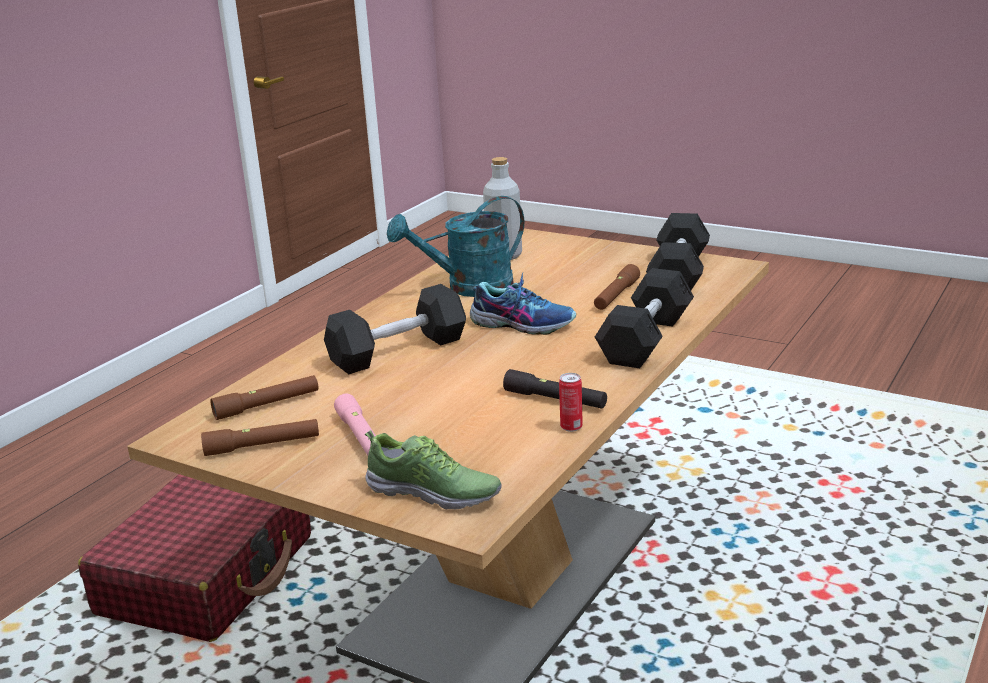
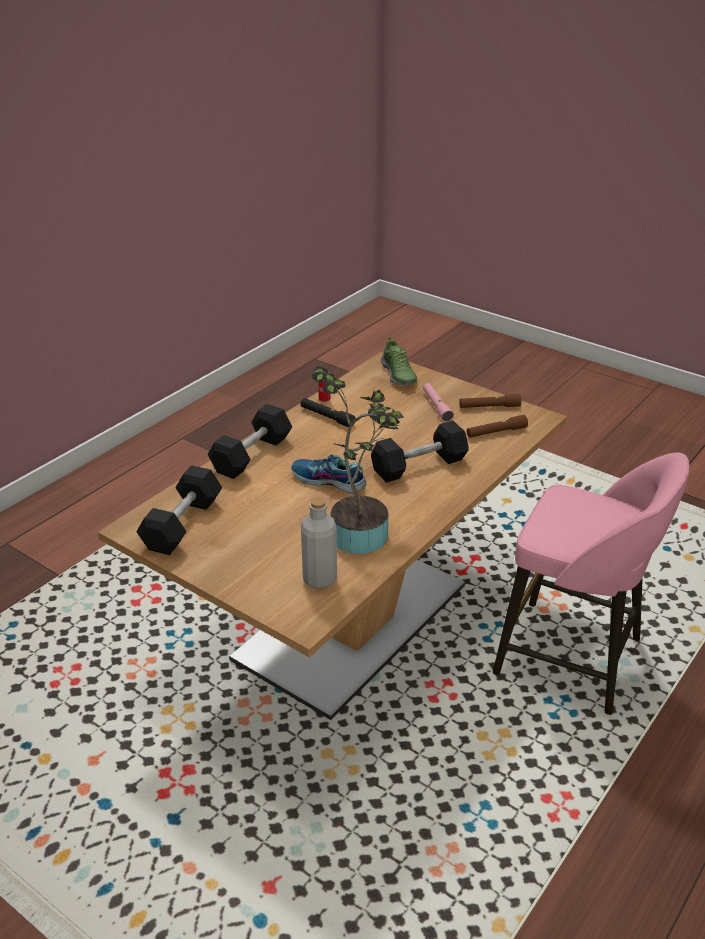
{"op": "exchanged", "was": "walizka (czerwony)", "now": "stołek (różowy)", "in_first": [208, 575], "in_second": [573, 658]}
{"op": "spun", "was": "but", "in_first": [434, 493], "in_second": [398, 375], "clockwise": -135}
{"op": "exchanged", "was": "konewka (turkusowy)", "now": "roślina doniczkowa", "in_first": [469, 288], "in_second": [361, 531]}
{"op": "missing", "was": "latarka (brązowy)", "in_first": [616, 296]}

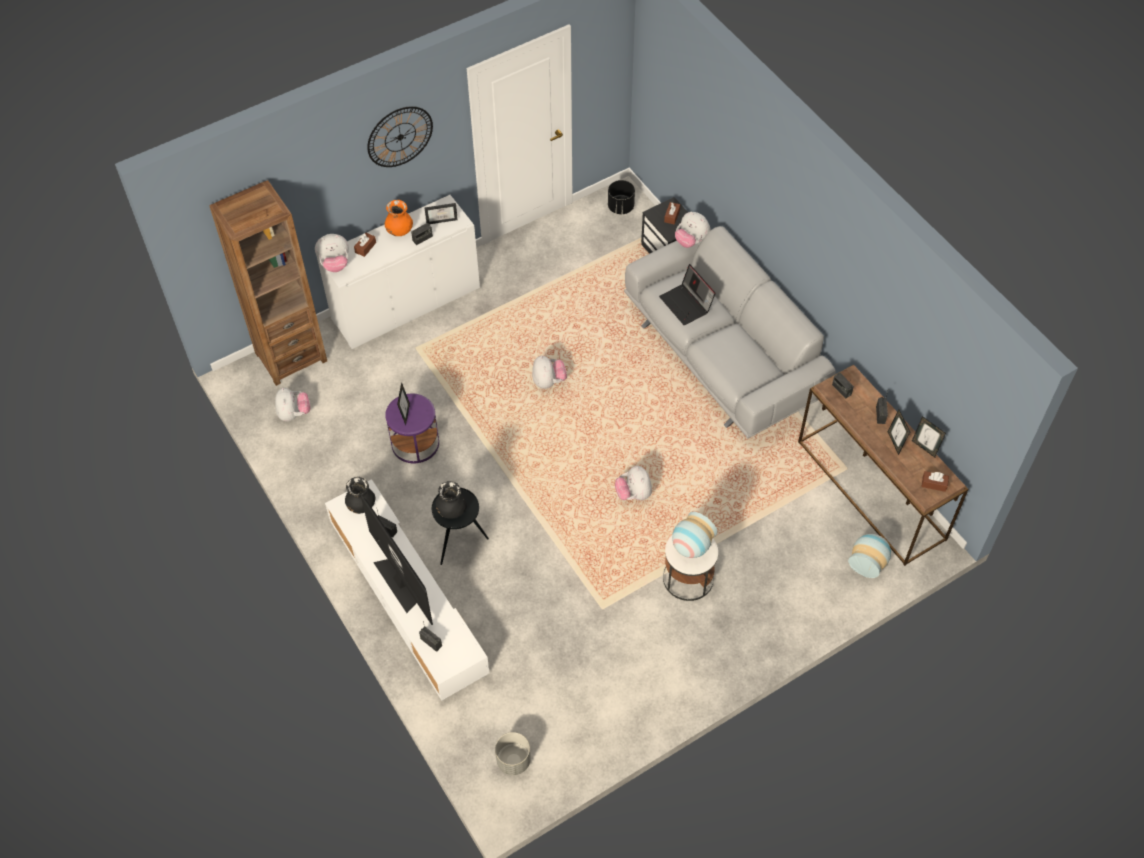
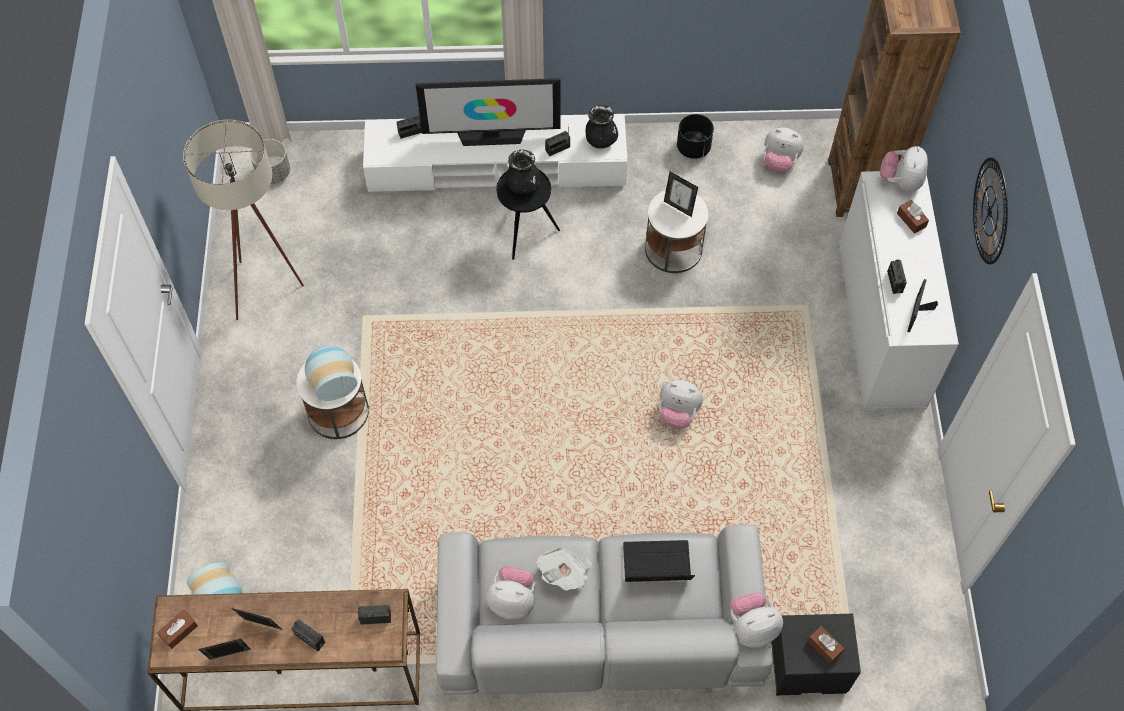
{"op": "missing", "was": "wazon (pomarańczowy)", "in_first": [399, 230]}
{"op": "colour", "was": "stolik (fioletowy)", "now": "stolik (biały)", "in_first": [415, 443], "in_second": [674, 248]}
{"op": "relocated", "was": "donica (czarny)", "in_first": [620, 207], "in_second": [693, 148]}
{"op": "relocated", "was": "pluszak", "in_first": [633, 494], "in_second": [512, 600]}
{"op": "appeared", "now": "lampa stojąca (beżowy)", "in_second": [269, 289]}
{"op": "appeared", "now": "gazeta", "in_second": [565, 573]}

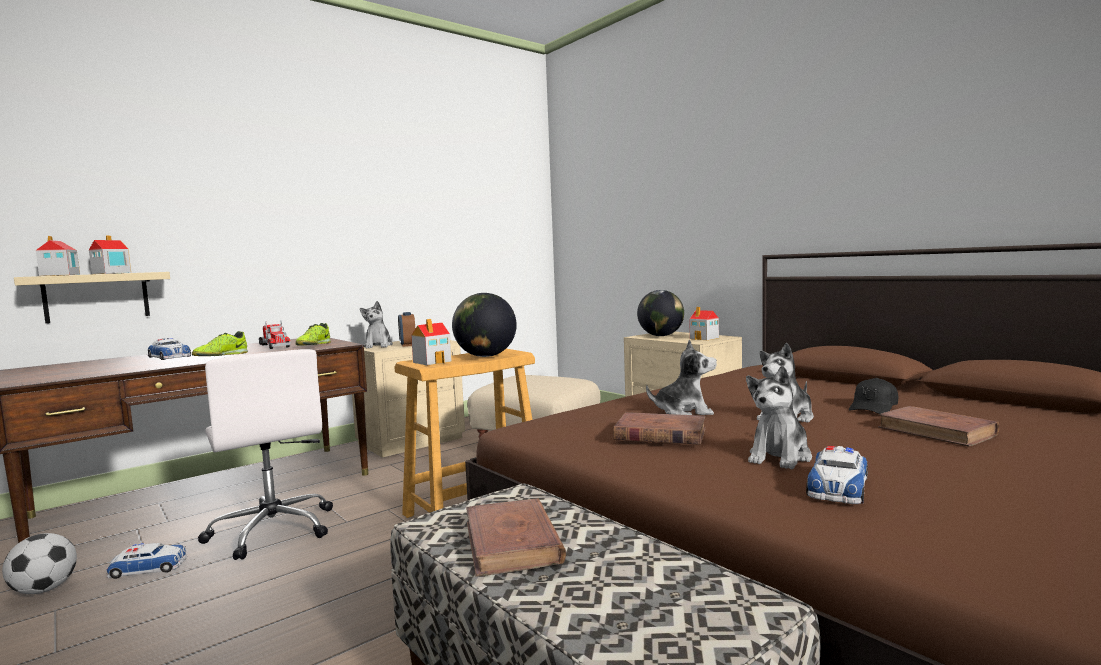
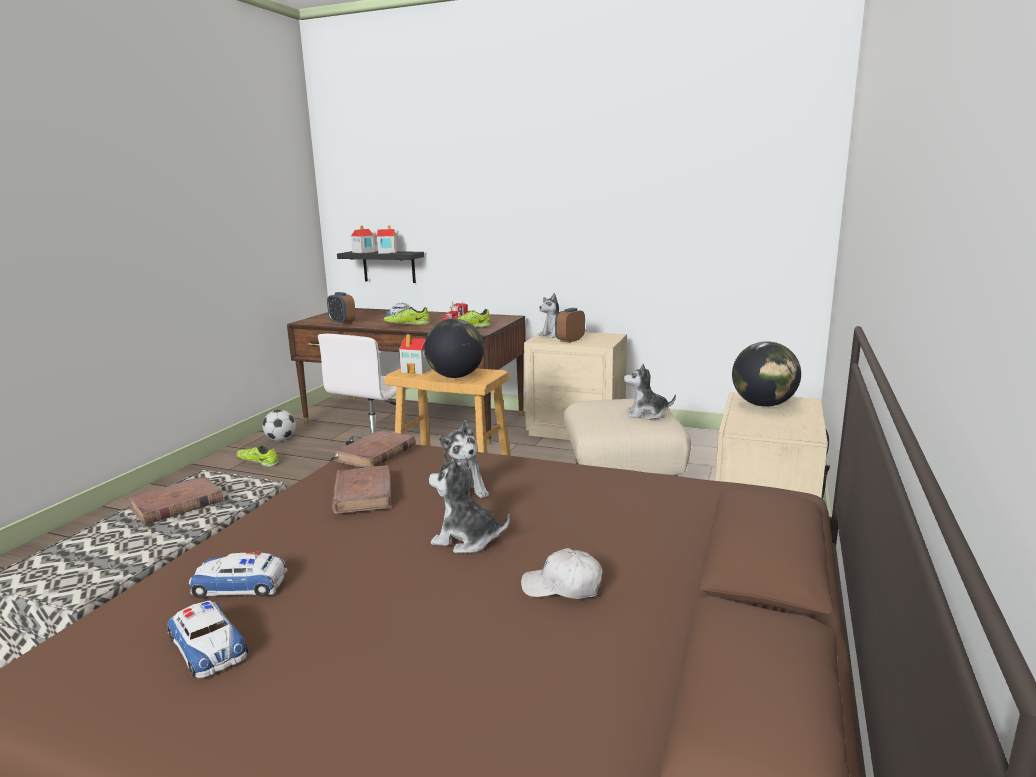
{"op": "colour", "was": "półka (beżowy)", "now": "półka (czarny)", "in_first": [97, 297], "in_second": [389, 266]}
{"op": "relocated", "was": "samochodzik", "in_first": [148, 567], "in_second": [208, 647]}
{"op": "missing", "was": "domek", "in_first": [704, 338]}
{"op": "relocated", "was": "pluszak", "in_first": [780, 457], "in_second": [646, 414]}
{"op": "colour", "was": "czapka z daszkiem (czarny)", "now": "czapka z daszkiem (biały)", "in_first": [873, 407], "in_second": [563, 587]}
{"op": "relocated", "was": "książka (brązowy)", "in_first": [937, 431], "in_second": [376, 453]}
{"op": "appeared", "now": "but", "in_second": [258, 462]}
{"op": "appeared", "now": "budzik", "in_second": [342, 322]}

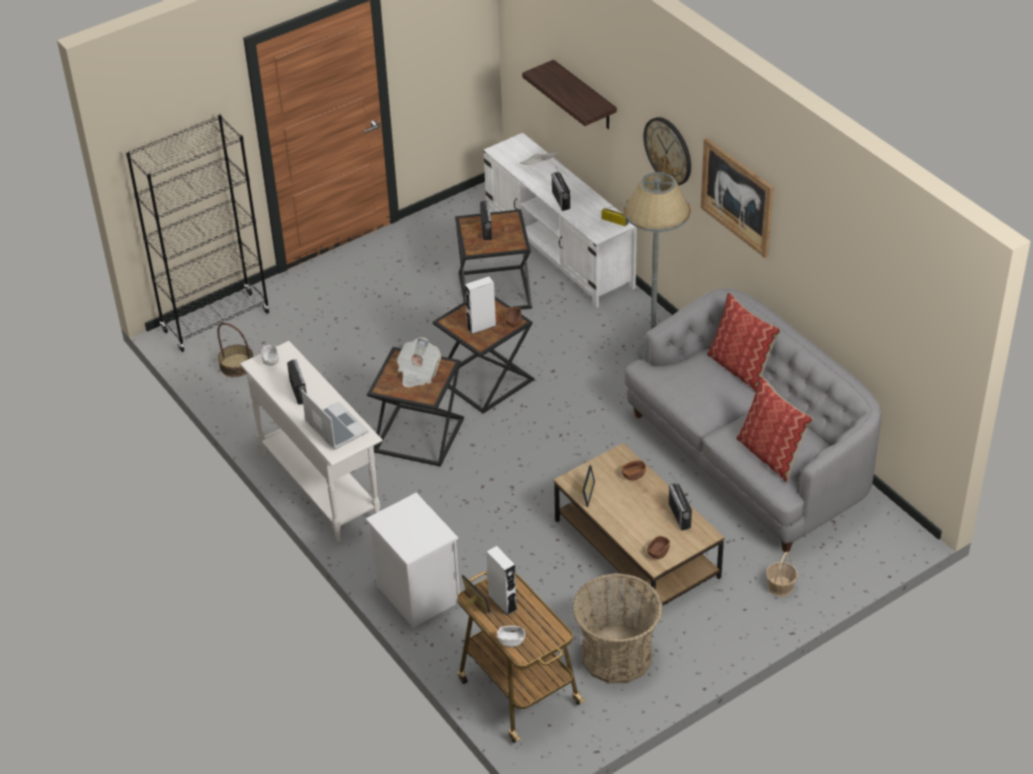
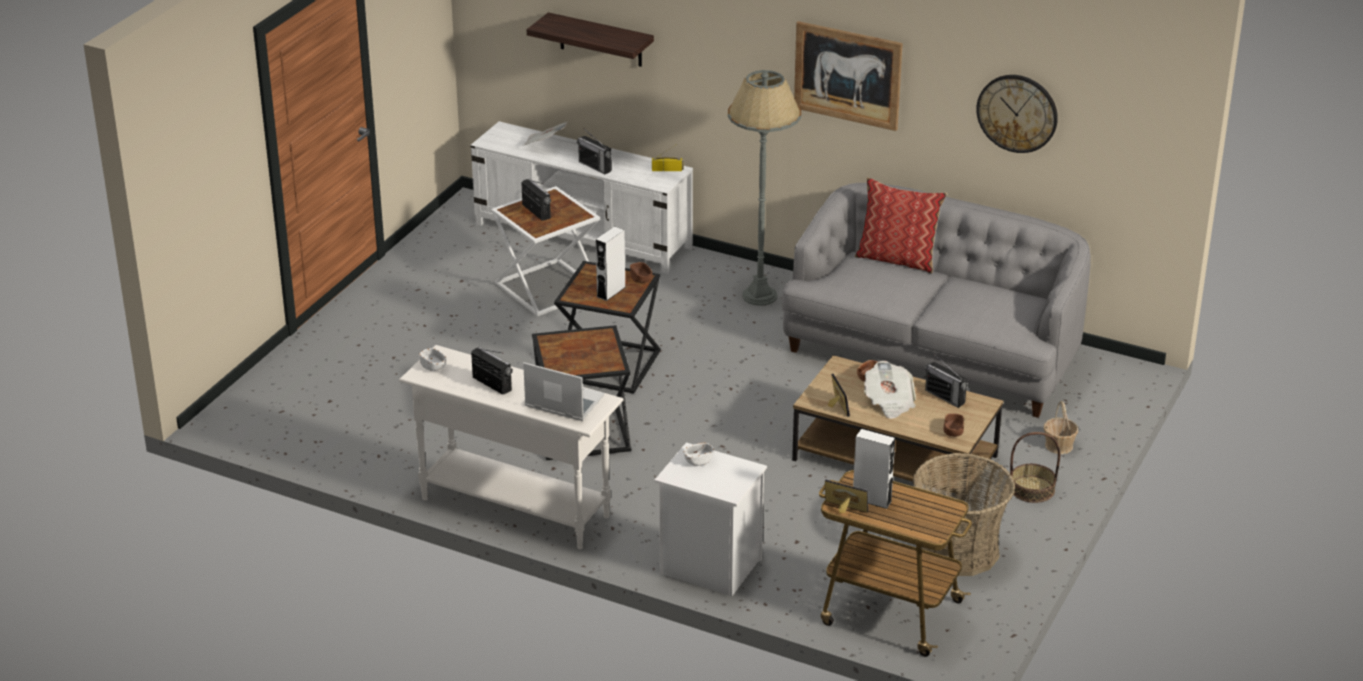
{"op": "missing", "was": "regał (czarny)", "in_first": [216, 322]}
{"op": "relocated", "was": "koszyk", "in_first": [237, 365], "in_second": [1032, 489]}
{"op": "relocated", "was": "gazeta", "in_first": [418, 373], "in_second": [889, 402]}
{"op": "colour", "was": "stolik (czarny)", "now": "stolik (biały)", "in_first": [496, 290], "in_second": [548, 287]}
{"op": "relocated", "was": "miska (biały)", "in_first": [511, 641], "in_second": [698, 461]}
{"op": "relocated", "was": "zegar ścienny", "in_first": [668, 150], "in_second": [1017, 113]}
{"op": "missing", "was": "poduszka", "in_first": [771, 455]}

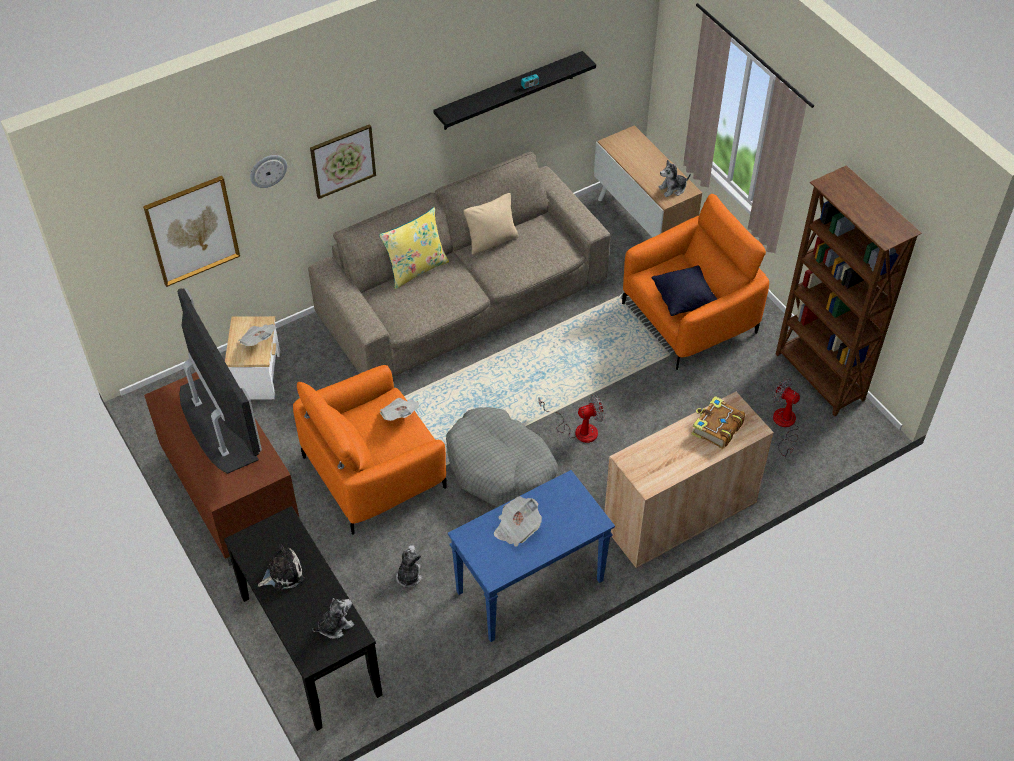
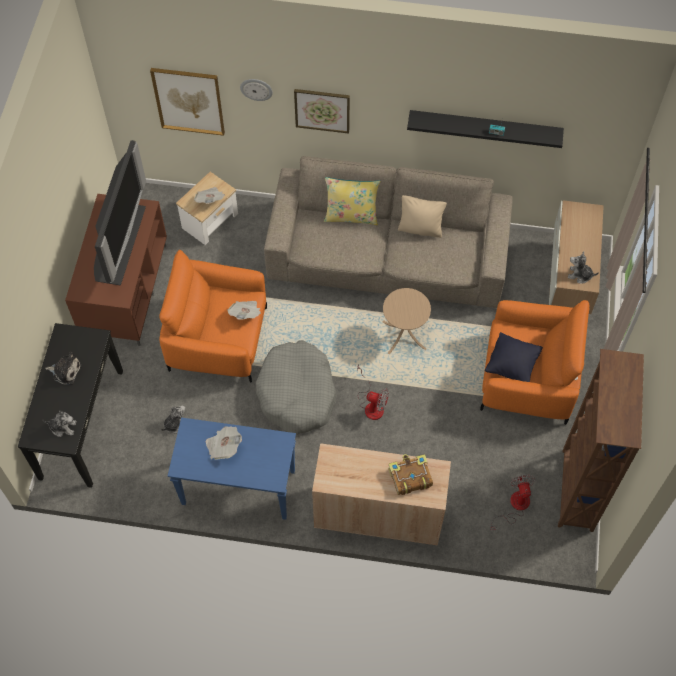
{"op": "appeared", "now": "stolik (beżowy)", "in_second": [404, 335]}

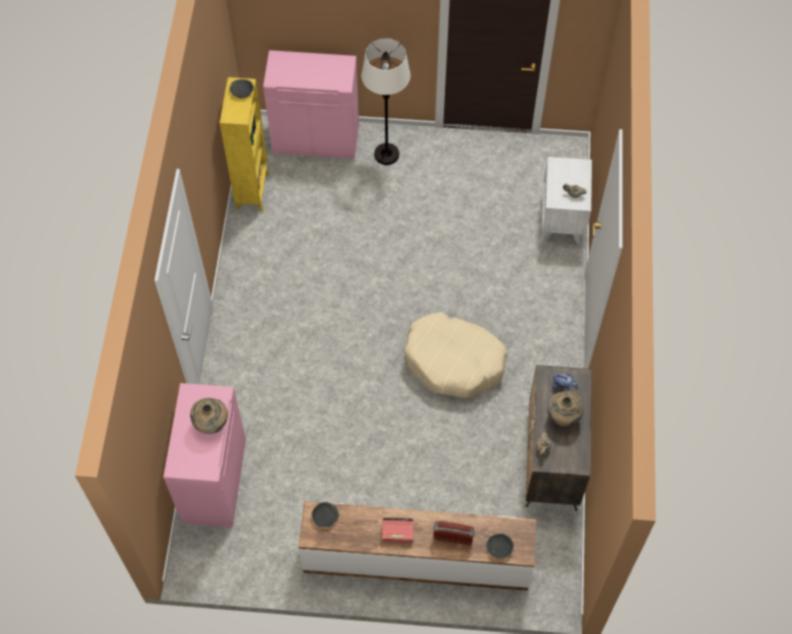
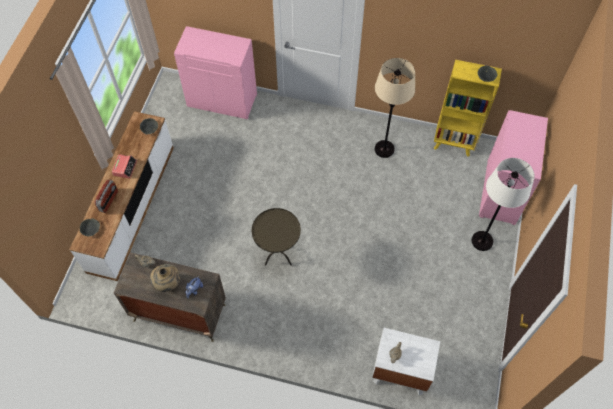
{"op": "missing", "was": "wazon (beżowy)", "in_first": [211, 424]}
{"op": "exchanged", "was": "legowisko (beżowy)", "now": "stolik (brązowy)", "in_first": [454, 361], "in_second": [278, 258]}
{"op": "appeared", "now": "lampa stojąca (beżowy)", "in_second": [384, 149]}

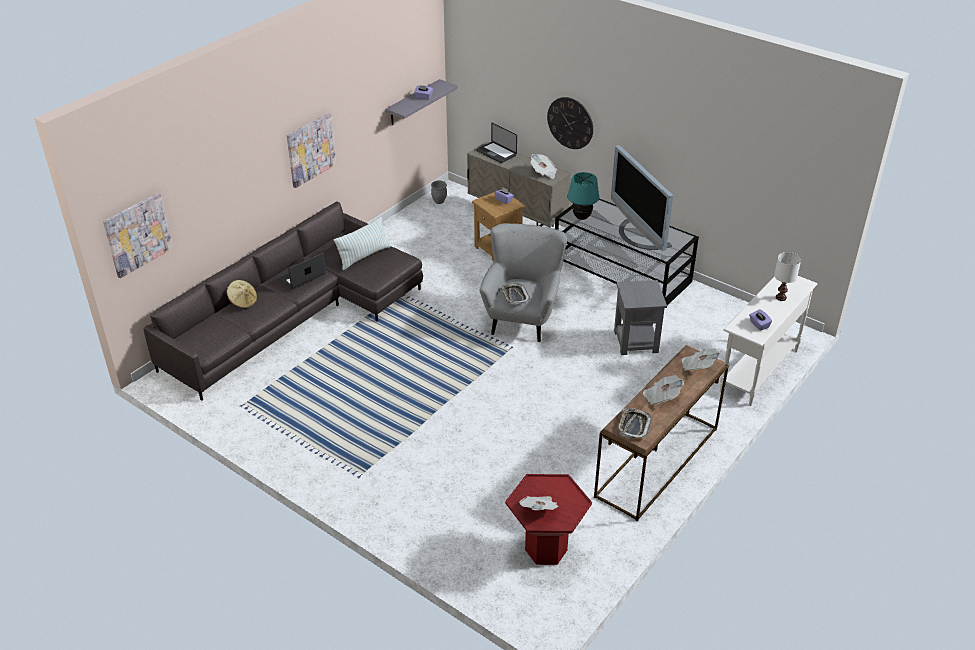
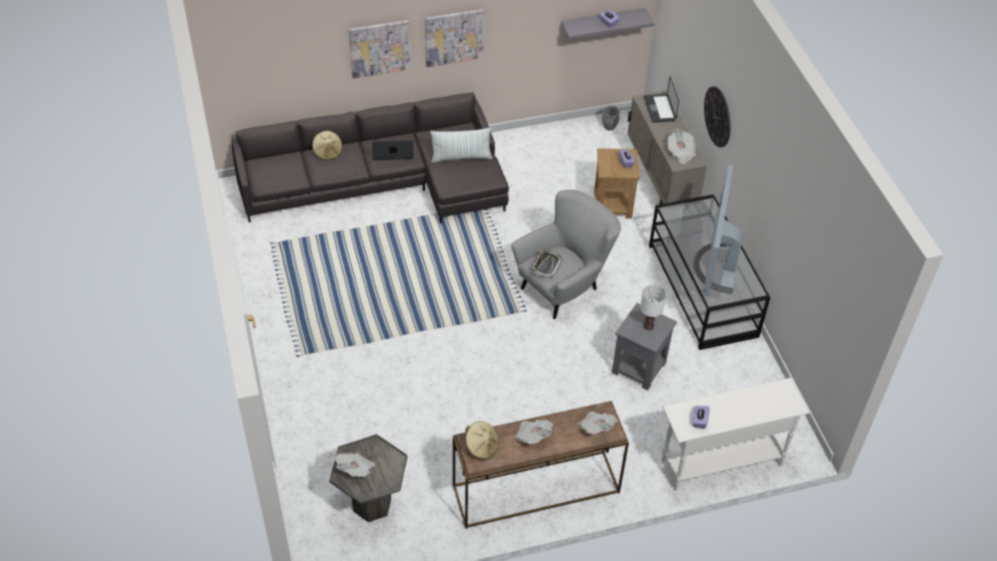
{"op": "relocated", "was": "obraz", "in_first": [137, 234], "in_second": [379, 48]}
{"op": "colour", "was": "stolik (czerwony)", "now": "stolik (szary)", "in_first": [545, 550], "in_second": [371, 504]}
{"op": "missing", "was": "lampa stołowa (turkusowy)", "in_first": [581, 217]}
{"op": "exchanged", "was": "taca", "now": "kapelusz (beżowy)", "in_first": [633, 425], "in_second": [481, 447]}
{"op": "relocated", "was": "lampa stołowa (biały)", "in_first": [780, 297], "in_second": [648, 325]}

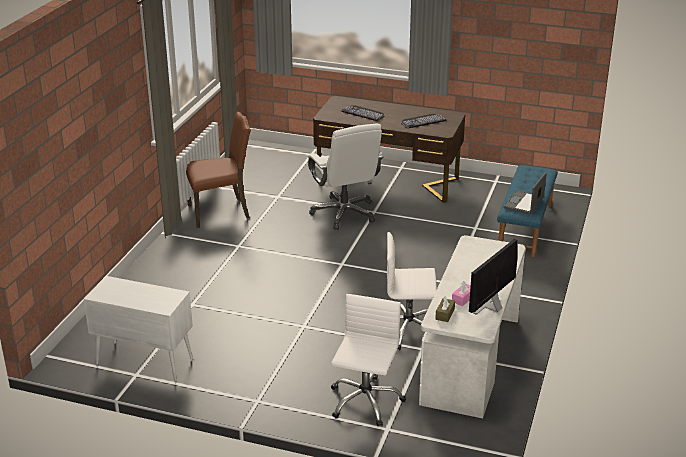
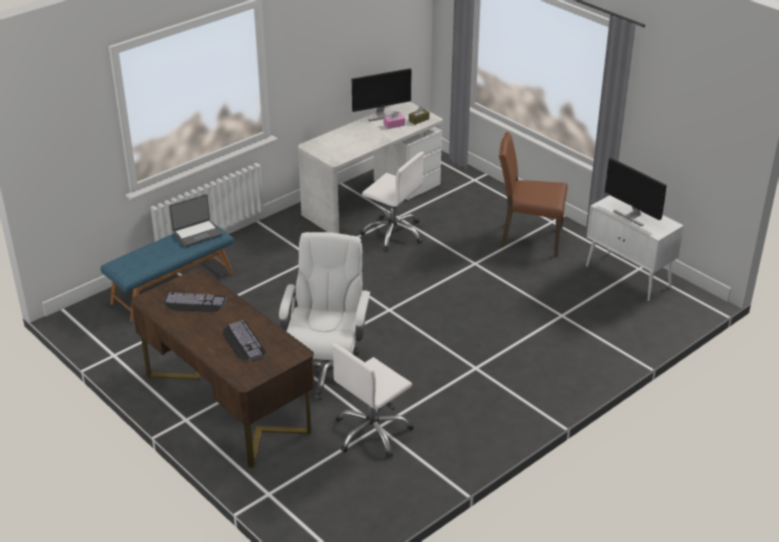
{"op": "relocated", "was": "krzesło (brązowy)", "in_first": [220, 212], "in_second": [529, 238]}
{"op": "relocated", "was": "krzesło biurowe (biały)", "in_first": [365, 401], "in_second": [372, 432]}
{"op": "appeared", "now": "monitor", "in_second": [631, 215]}

